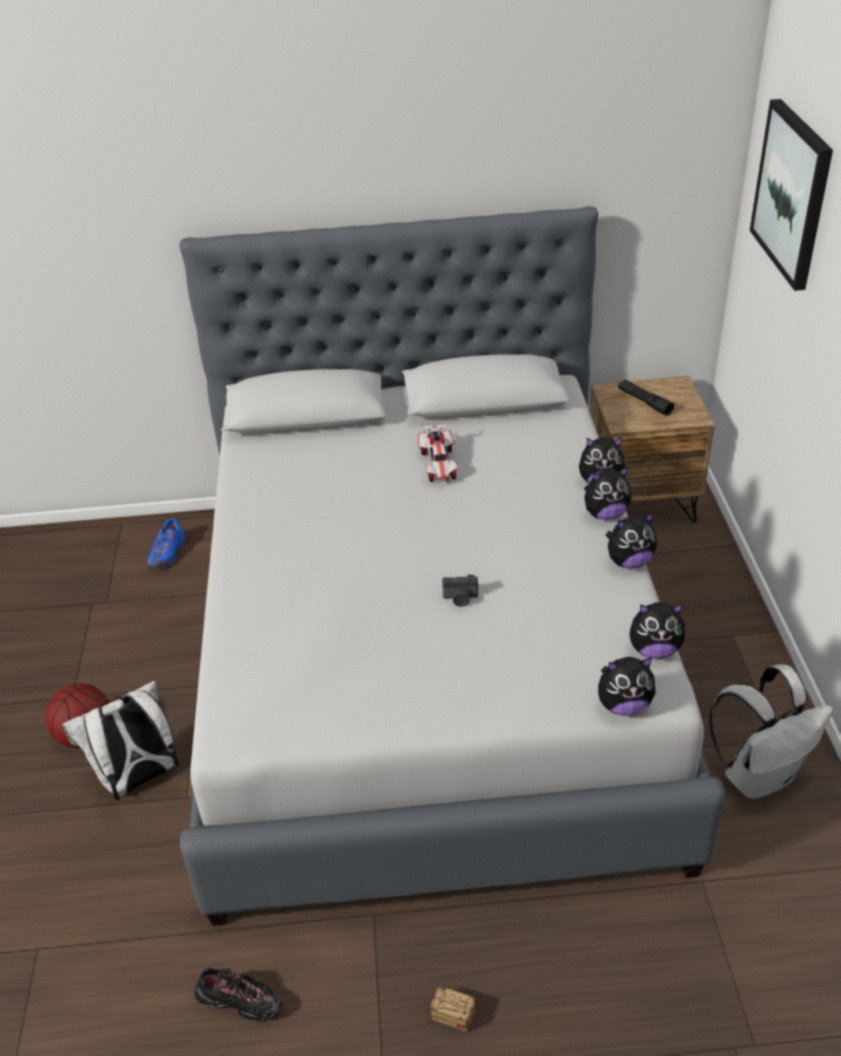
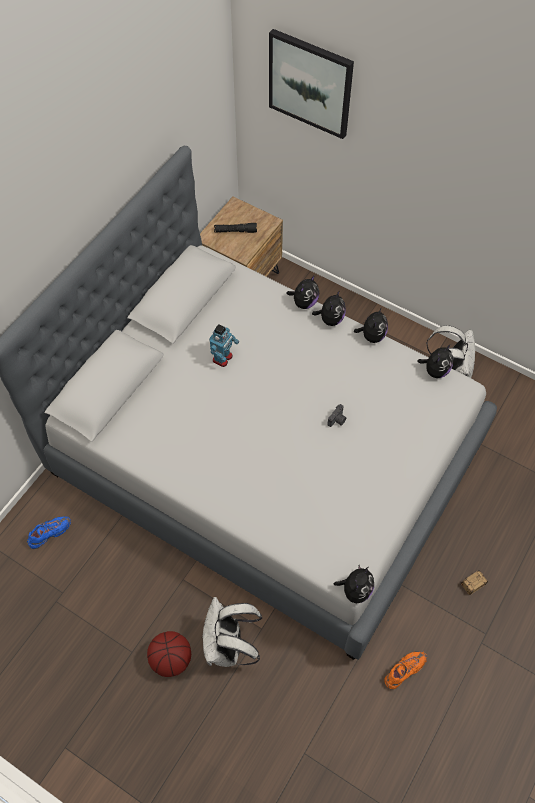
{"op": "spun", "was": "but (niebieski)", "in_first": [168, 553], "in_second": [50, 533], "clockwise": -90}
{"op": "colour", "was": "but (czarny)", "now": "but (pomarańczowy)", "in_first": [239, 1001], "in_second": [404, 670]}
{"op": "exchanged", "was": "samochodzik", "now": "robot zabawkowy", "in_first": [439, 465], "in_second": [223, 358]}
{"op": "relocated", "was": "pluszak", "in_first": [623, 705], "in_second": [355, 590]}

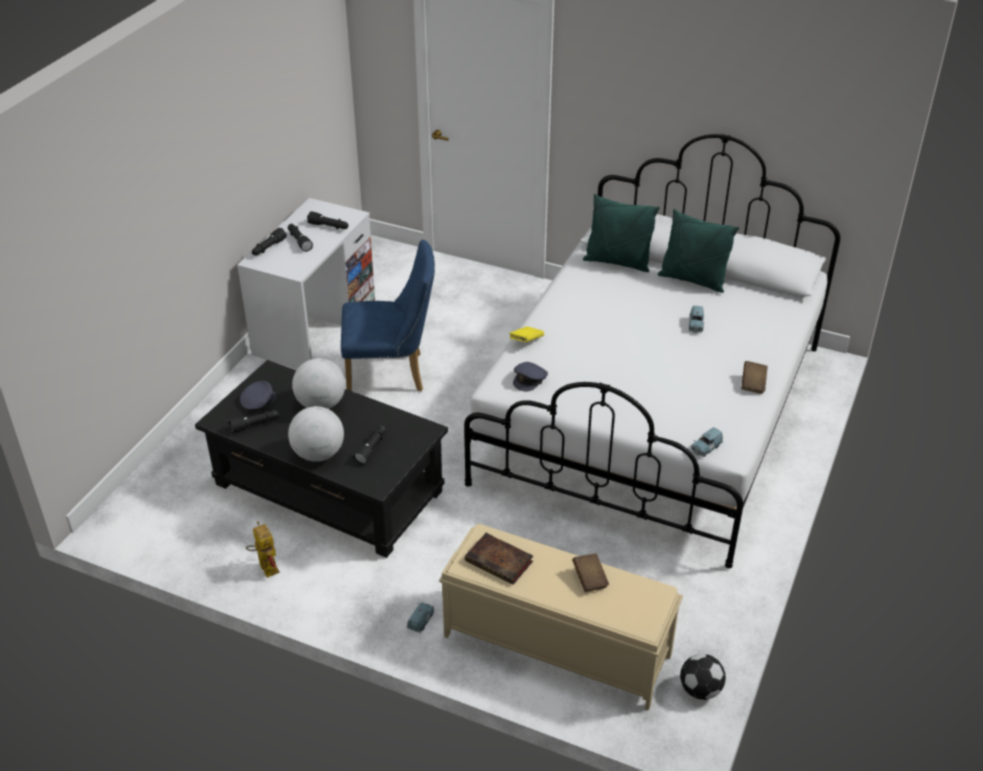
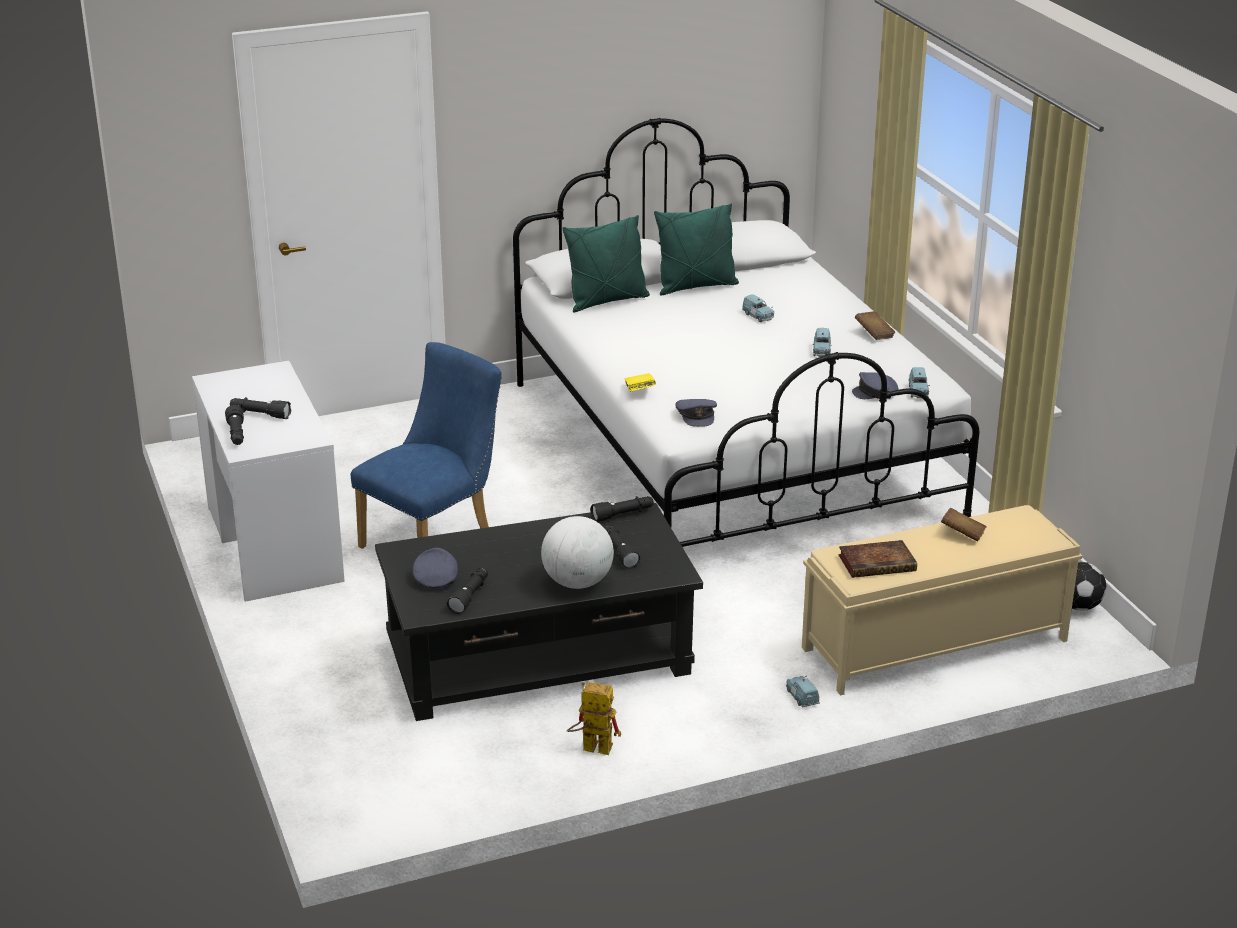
{"op": "missing", "was": "globus", "in_first": [321, 404]}
{"op": "relocated", "was": "latarka (czarny)", "in_first": [329, 226], "in_second": [622, 515]}
{"op": "appeared", "now": "samochodzik (niebieski)", "in_second": [821, 351]}
{"op": "appeared", "now": "czapka z daszkiem (szary)", "in_second": [876, 393]}

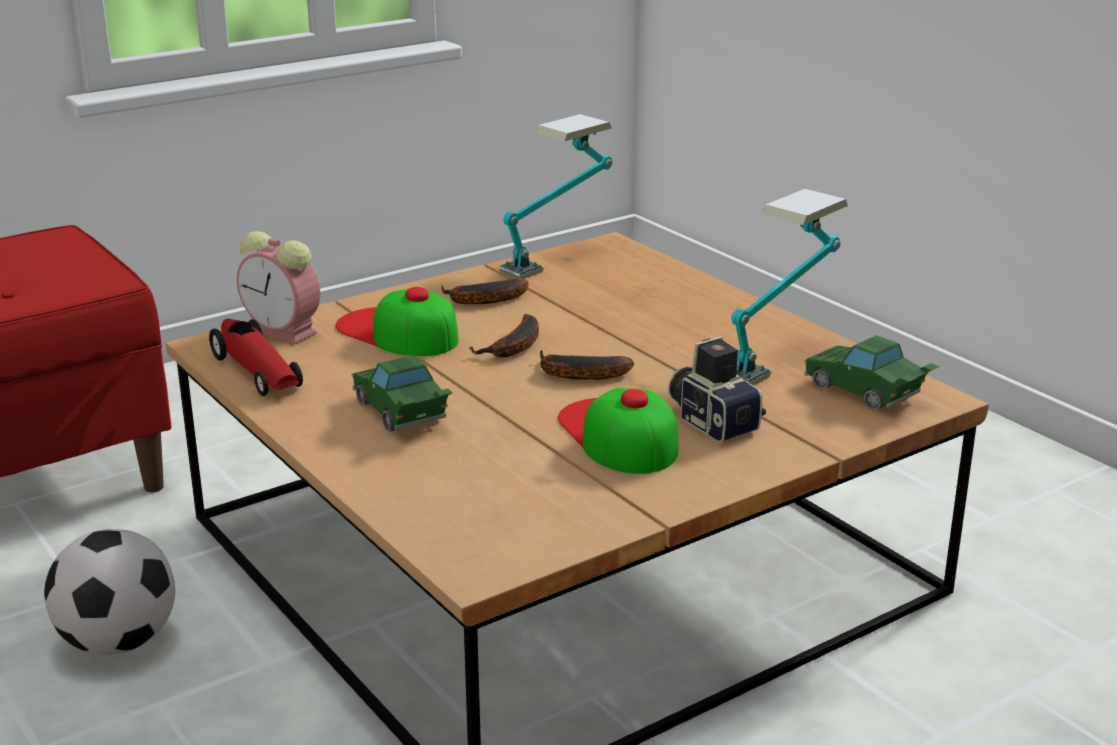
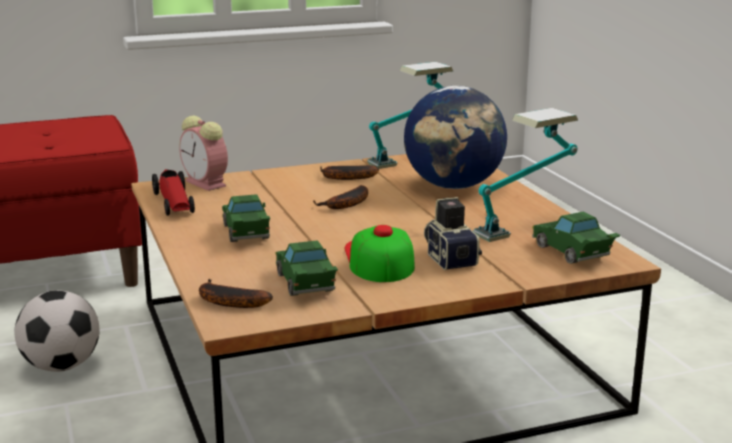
{"op": "missing", "was": "czapka z daszkiem", "in_first": [397, 332]}
{"op": "relocated", "was": "banan", "in_first": [577, 374], "in_second": [227, 302]}
{"op": "appeared", "now": "samochodzik (zielony)", "in_second": [306, 284]}
{"op": "appeared", "now": "globus", "in_second": [454, 186]}

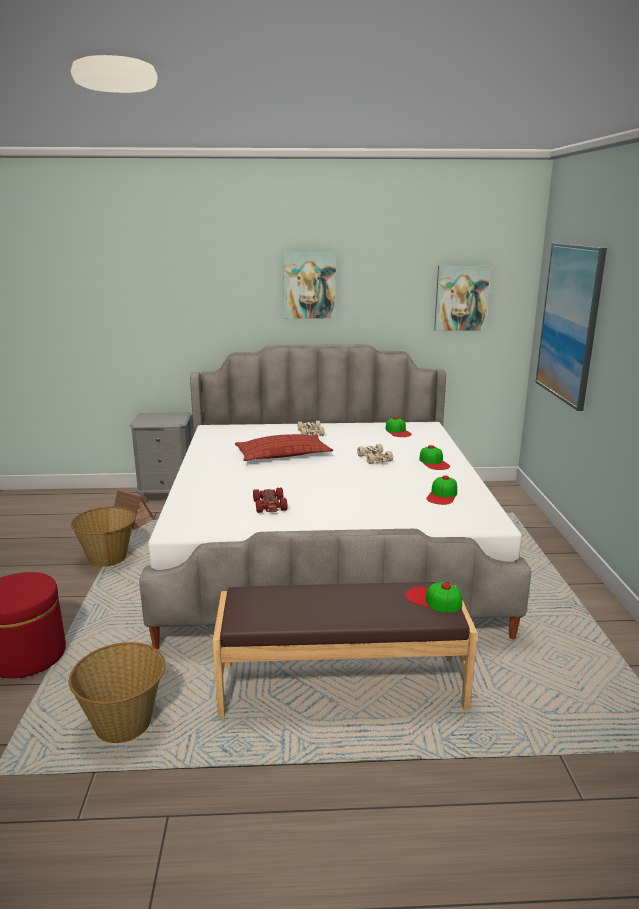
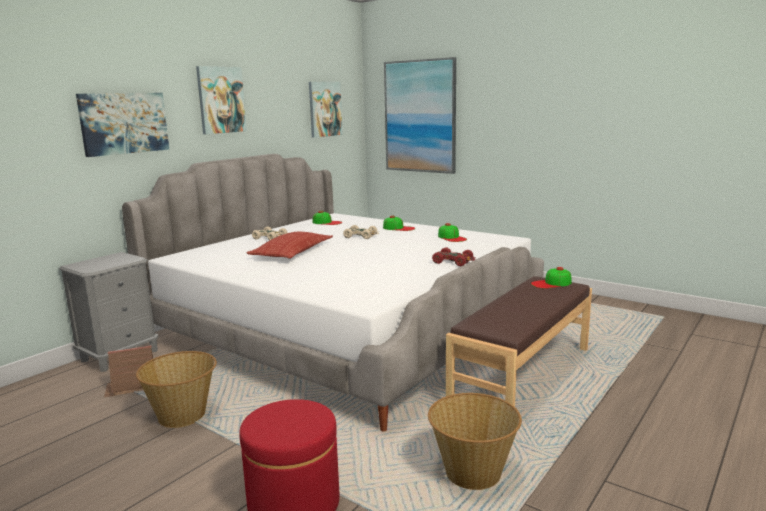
{"op": "relocated", "was": "samochodzik (czerwony)", "in_first": [270, 506], "in_second": [453, 262]}
{"op": "appeared", "now": "obraz", "in_second": [124, 123]}

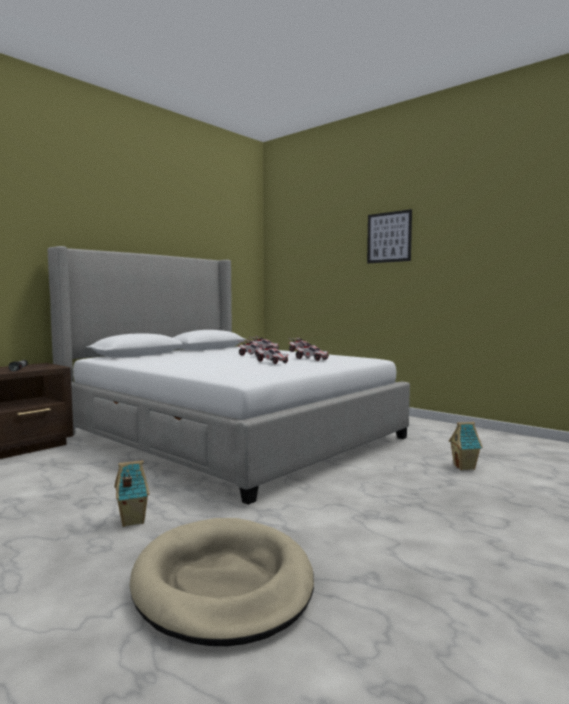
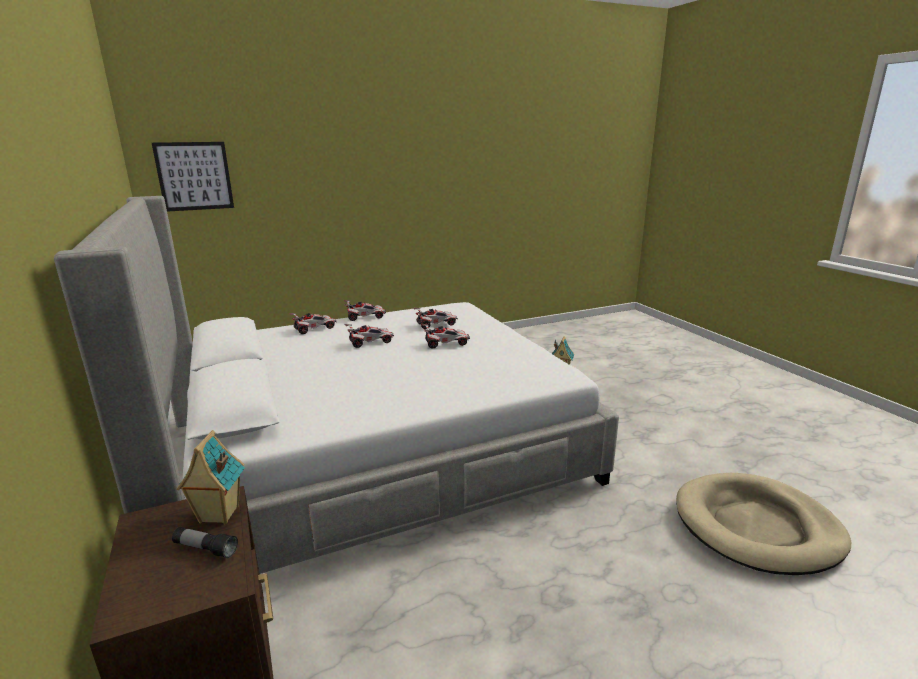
{"op": "relocated", "was": "domek", "in_first": [131, 521], "in_second": [218, 515]}
{"op": "relocated", "was": "obraz", "in_first": [389, 237], "in_second": [194, 176]}

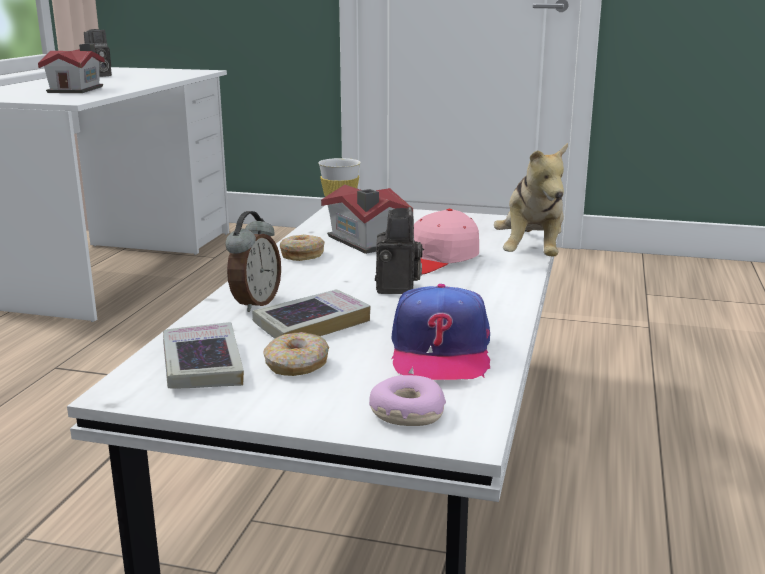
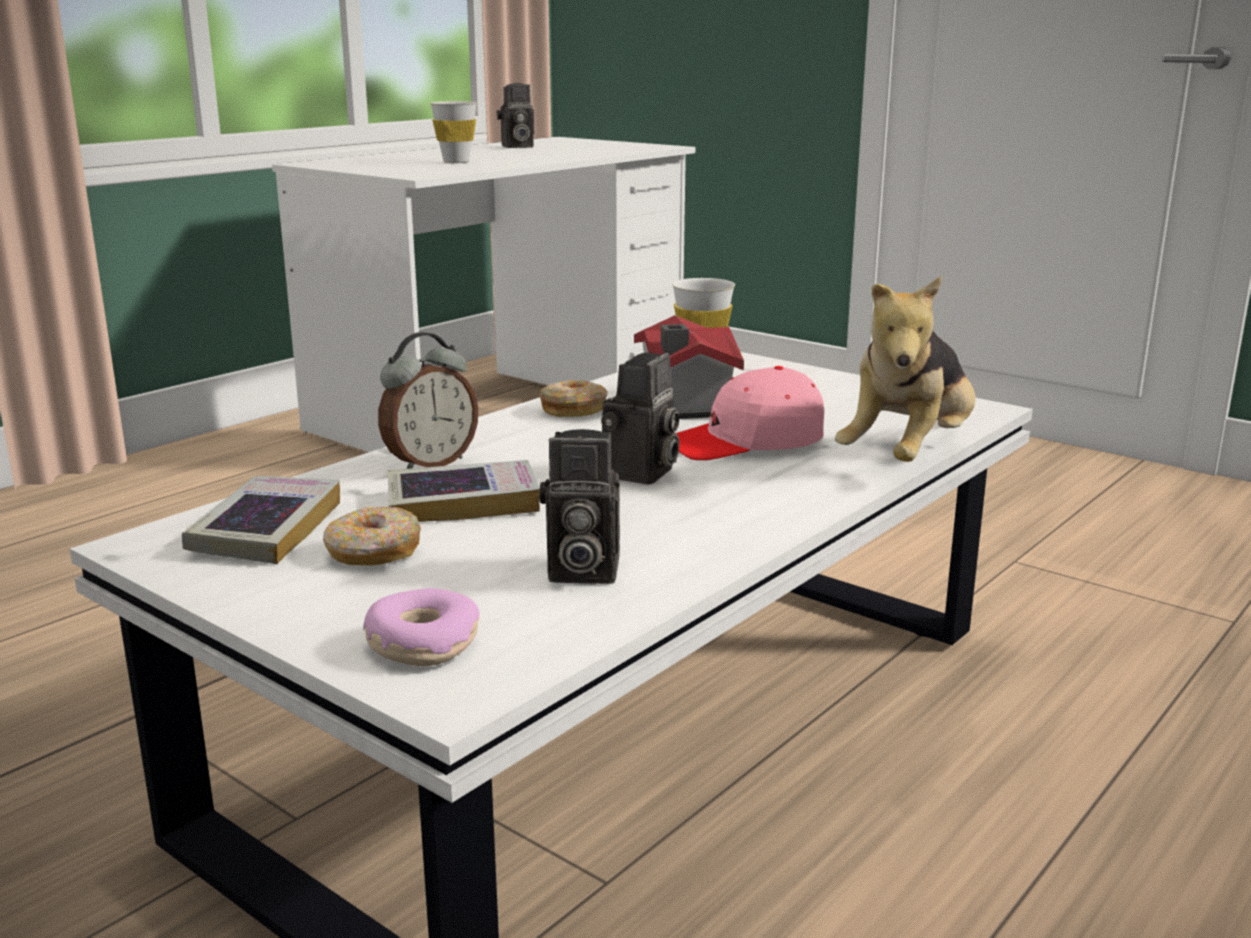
{"op": "exchanged", "was": "domek", "now": "filiżanka (biały)", "in_first": [78, 89], "in_second": [456, 162]}
{"op": "exchanged", "was": "czapka z daszkiem", "now": "aparat fotograficzny", "in_first": [440, 352], "in_second": [579, 571]}

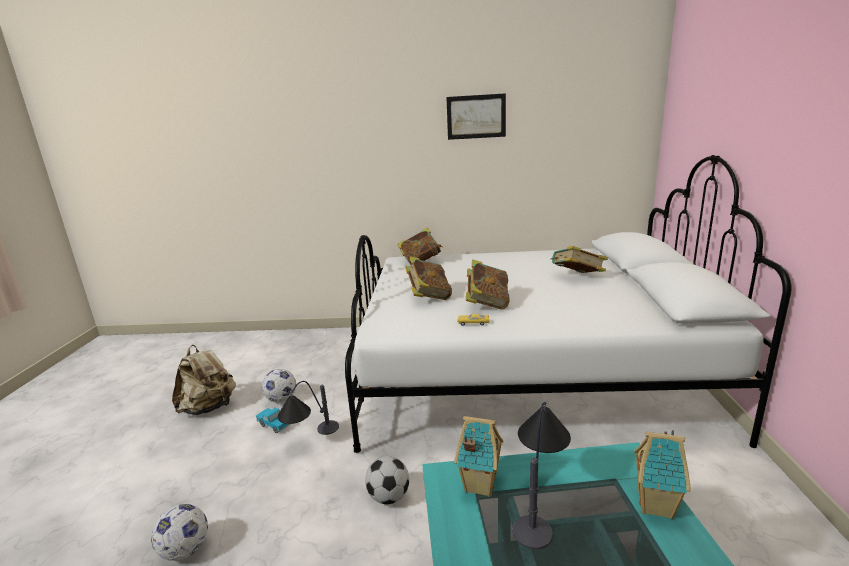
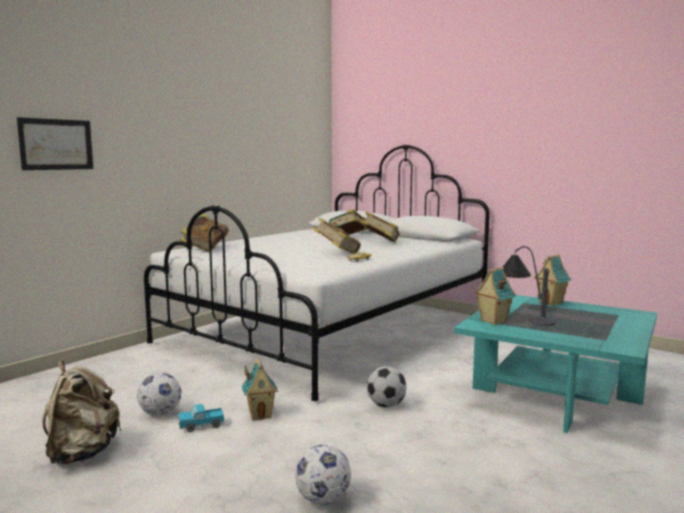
{"op": "exchanged", "was": "lampa stołowa", "now": "domek", "in_first": [311, 440], "in_second": [260, 415]}
{"op": "relocated", "was": "książka", "in_first": [428, 296], "in_second": [380, 243]}
{"op": "relocated", "was": "obraz", "in_first": [476, 116], "in_second": [56, 144]}

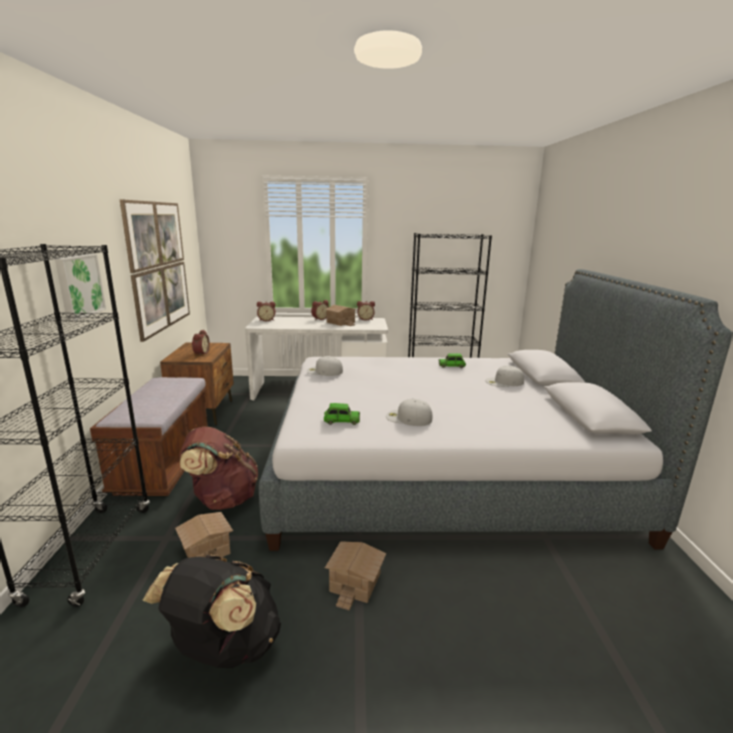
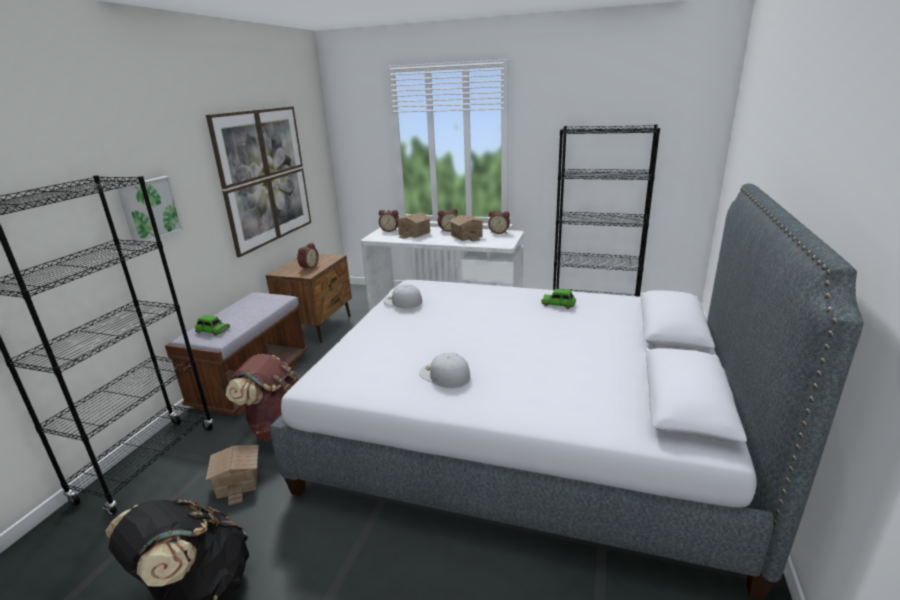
{"op": "relocated", "was": "samochodzik (zielony)", "in_first": [341, 420], "in_second": [212, 330]}
{"op": "relocated", "was": "domek", "in_first": [354, 582], "in_second": [414, 233]}
{"op": "missing", "was": "czapka z daszkiem (biały)", "in_first": [504, 382]}

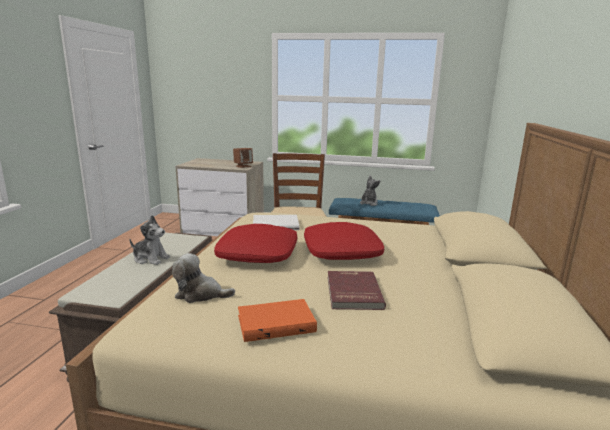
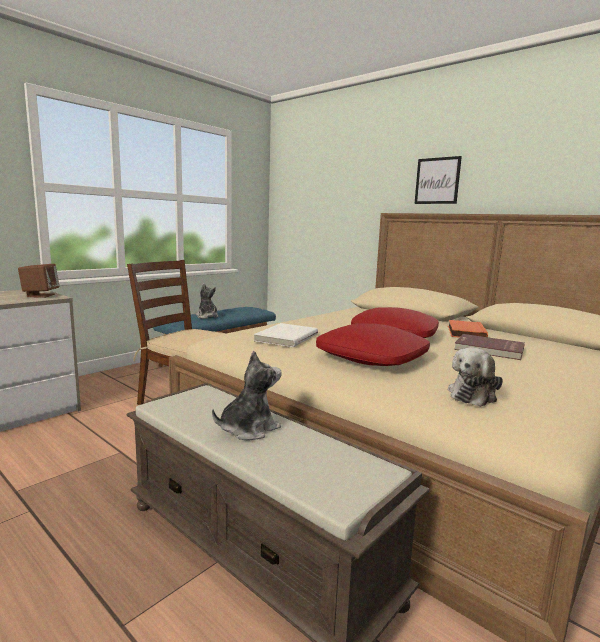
{"op": "relocated", "was": "książka (pomarańczowy)", "in_first": [276, 323], "in_second": [464, 333]}
{"op": "appeared", "now": "obraz", "in_second": [437, 181]}

